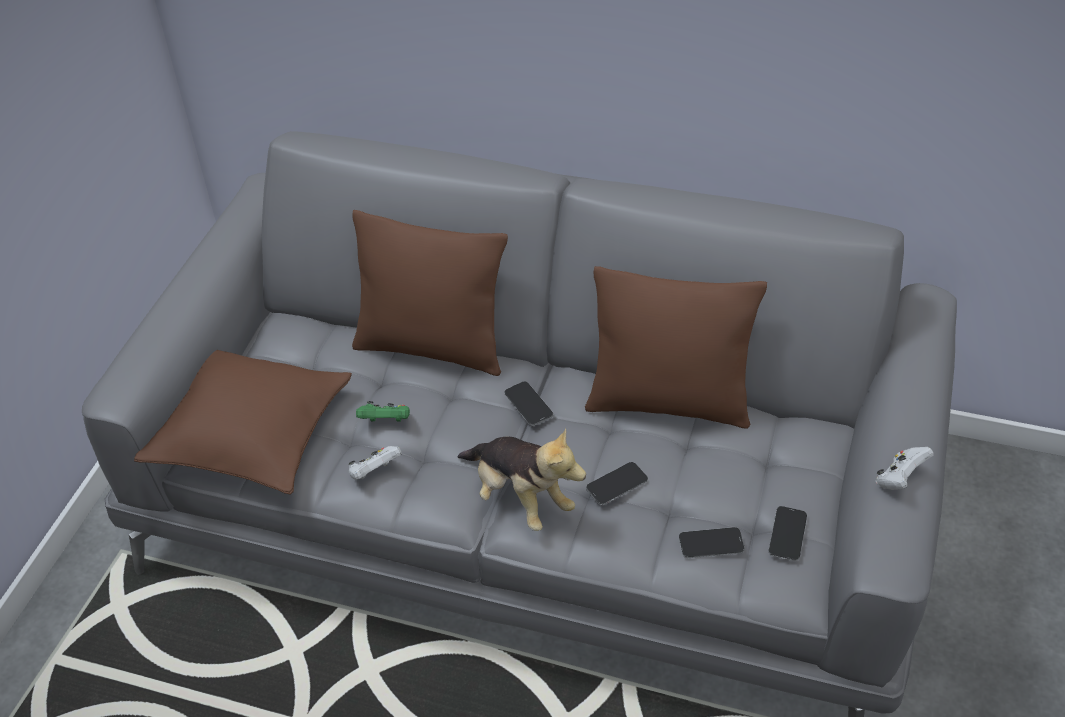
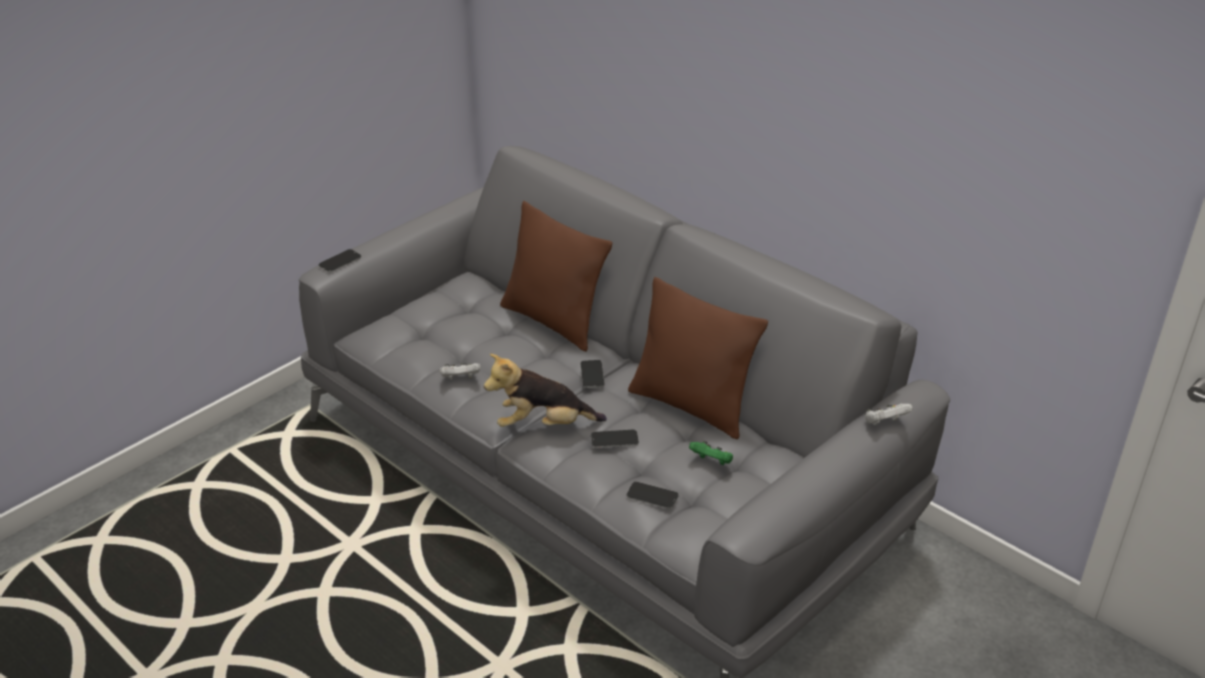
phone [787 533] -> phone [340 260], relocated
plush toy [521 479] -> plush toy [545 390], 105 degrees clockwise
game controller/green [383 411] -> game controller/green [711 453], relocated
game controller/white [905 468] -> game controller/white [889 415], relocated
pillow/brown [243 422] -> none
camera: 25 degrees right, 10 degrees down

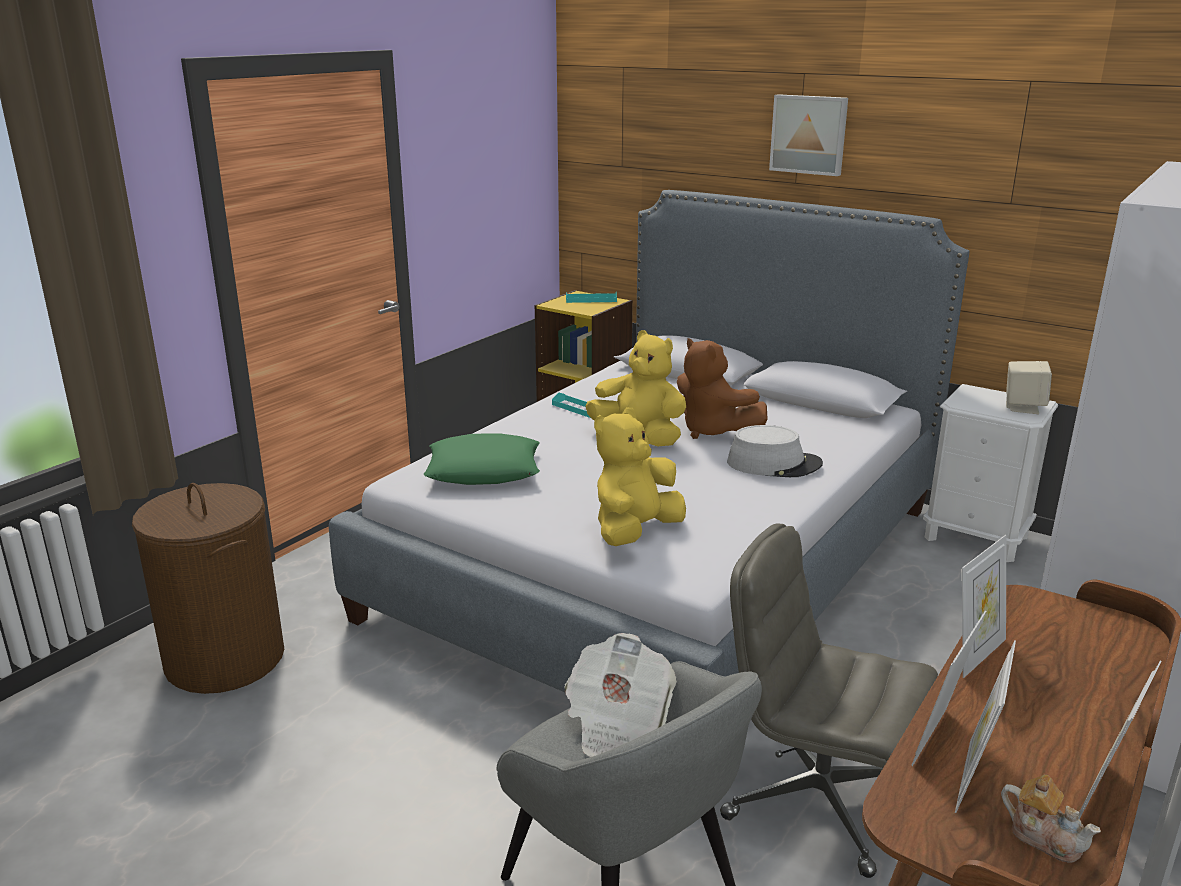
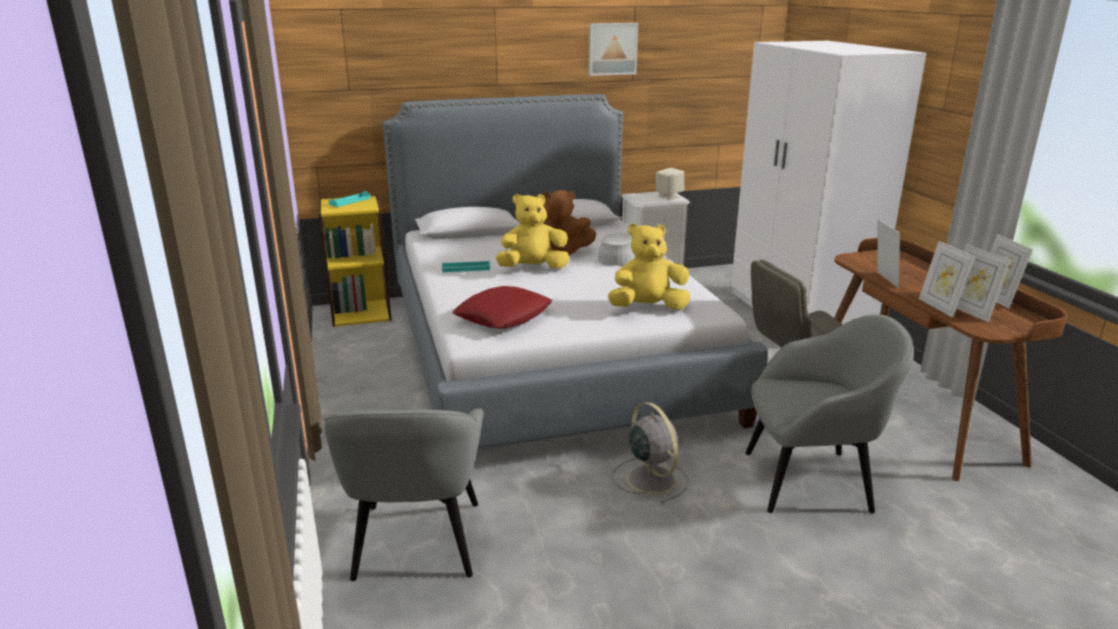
laundry basket/brown [208 588] -> armchair/grey [404 494]
pillow/green [482 459] -> pillow/red [502 307]
picture [808 135] -> picture [613 49], relocated
plush toy/yellow [640 477] -> plush toy/yellow [649 266], 90 degrees clockwise
none -> fan/grey [650 453]
newspaper [620 695] -> none
teapot [1051 819] -> none
camera: 50 degrees left, 0 degrees up

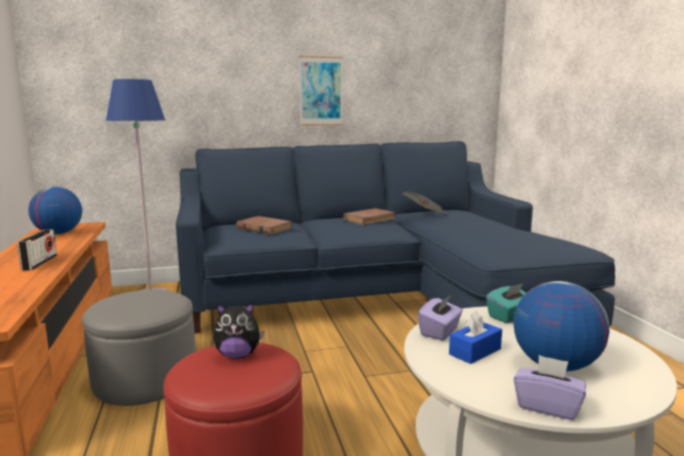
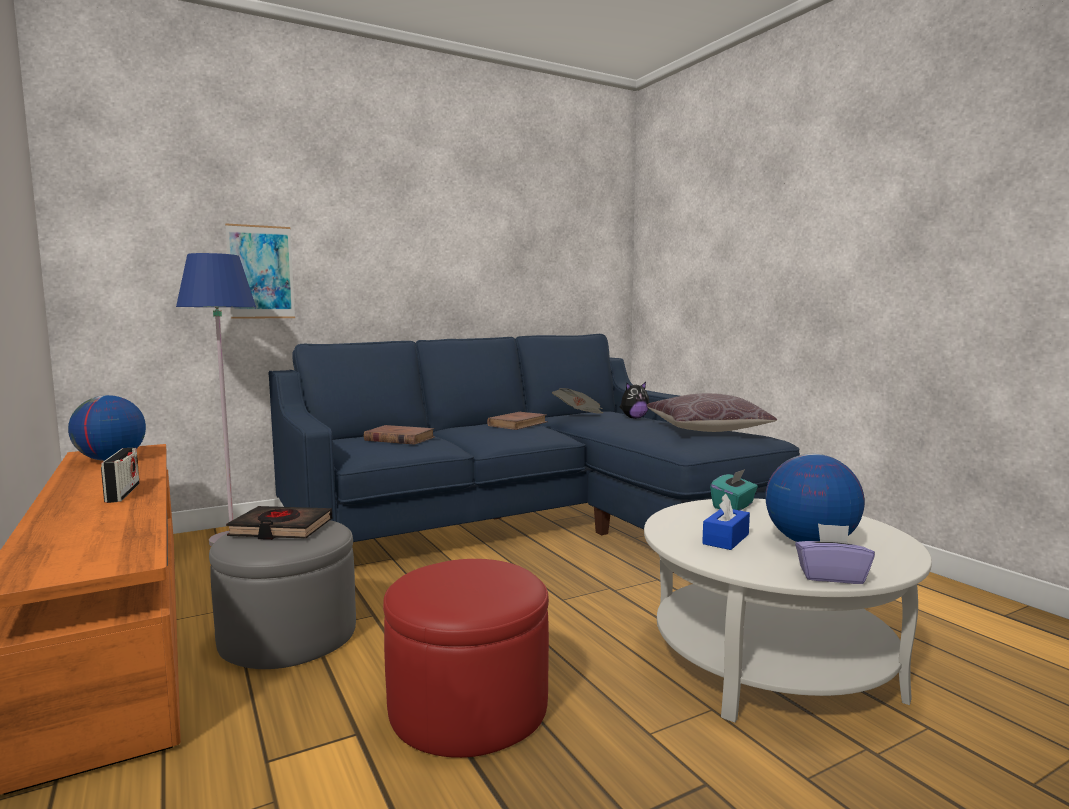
picture [321 90] -> picture [260 271], relocated
none -> book/black [279 523]
plush toy [239 331] -> plush toy [634 400], relocated
none -> pillow/brown [712 412]
tissue box/purple [440 318] -> none
camera: 15 degrees left, 5 degrees down

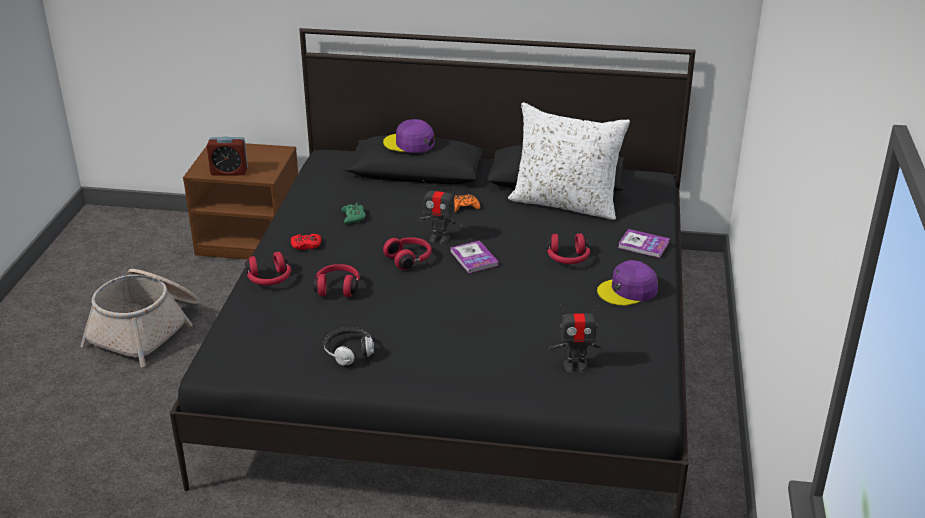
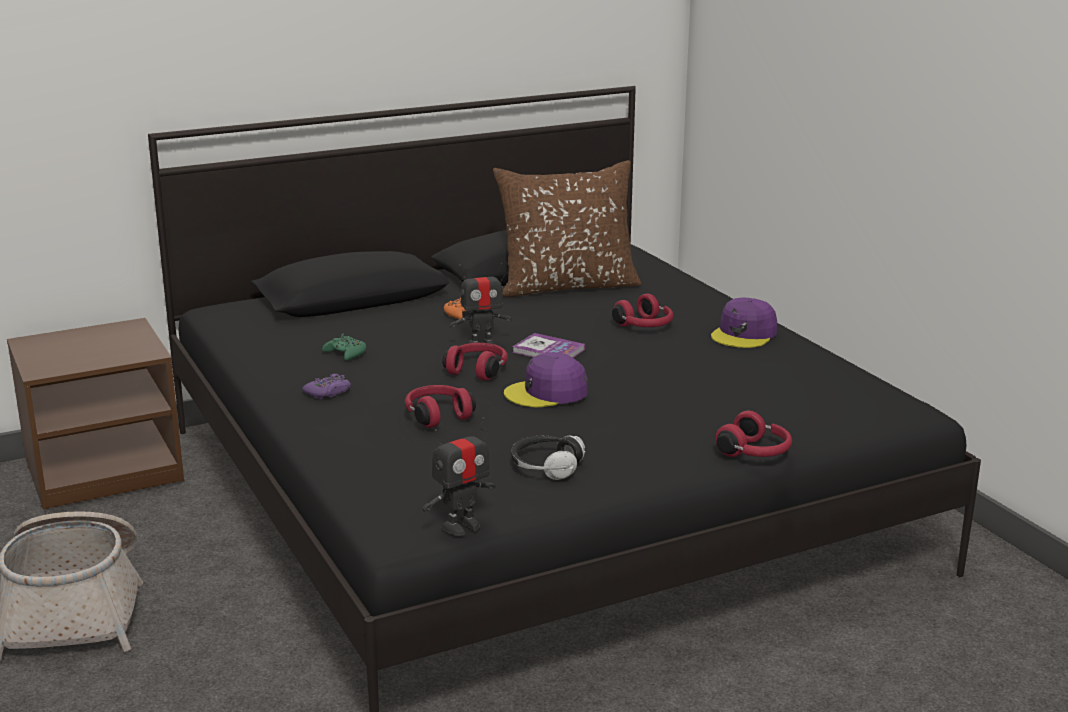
game controller/red [306 242] -> game controller/purple [326 386]
toy robot [577 338] -> toy robot [459 477], relocated
pillow/white [569 161] -> pillow/brown [567 228]
cap/purple [409 136] -> cap/purple [546 379], relocated
headphones/red [268 268] -> headphones/red [753 434], relocated
alarm clock [227 156] -> none
book [644 243] -> none
camera: 35 degrees left, 10 degrees down

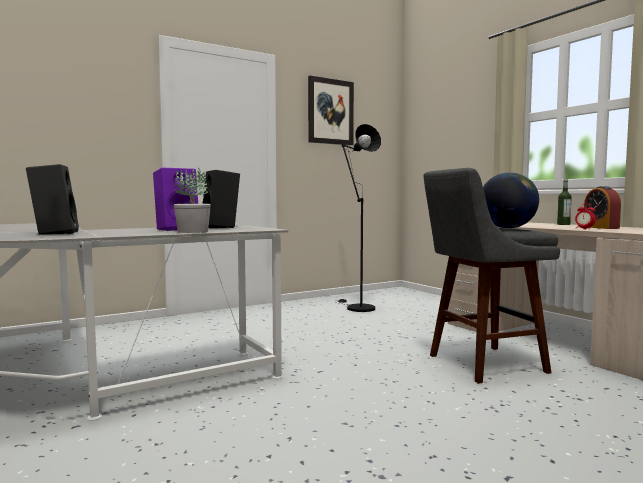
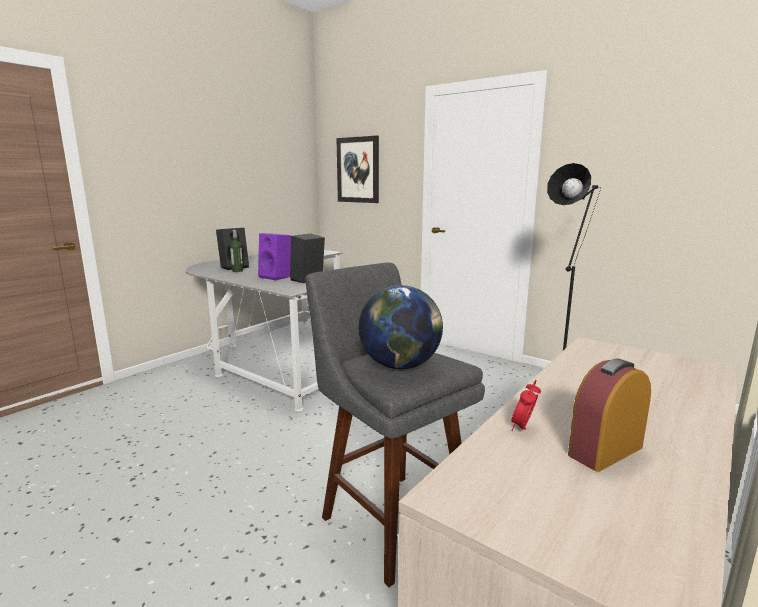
bottle [564 202] -> bottle [236 251], relocated
picture [331 110] -> picture [357 169], relocated
potted plant [192 200] -> none
camera: 70 degrees right, 10 degrees up

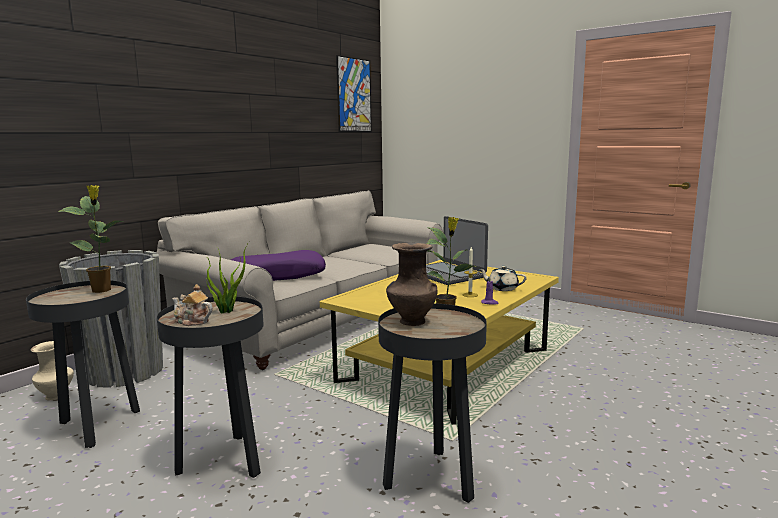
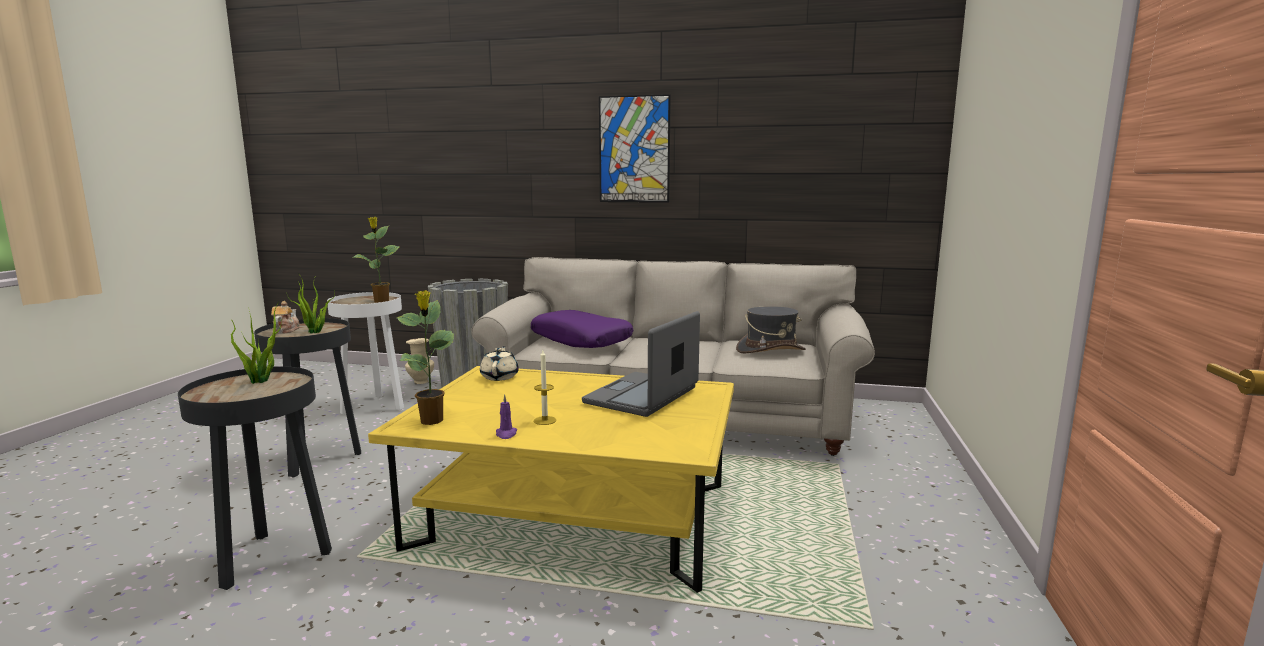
vase/brown [411 284] -> potted plant [256 343]
side table/black [83 364] -> side table/white [365 353]
teapot/beige [503 278] -> teapot/beige [499 363], relocated
picture [354 93] -> picture [635 148], relocated
none -> hat/grey [771 329]
camera: 65 degrees right, 0 degrees up

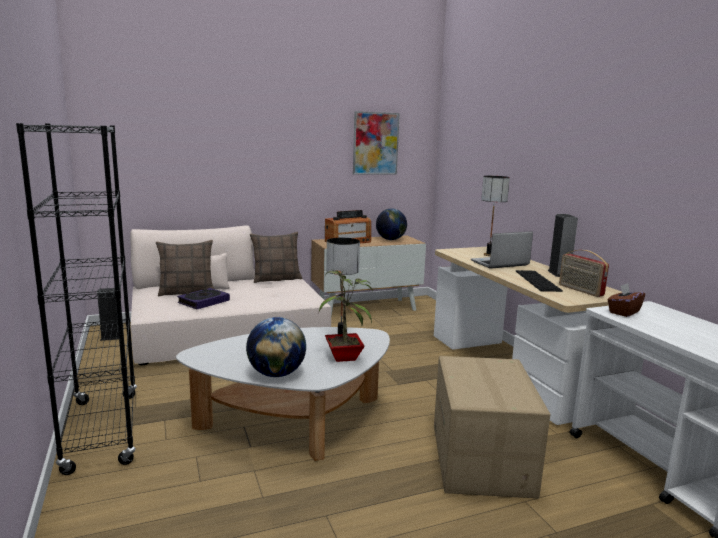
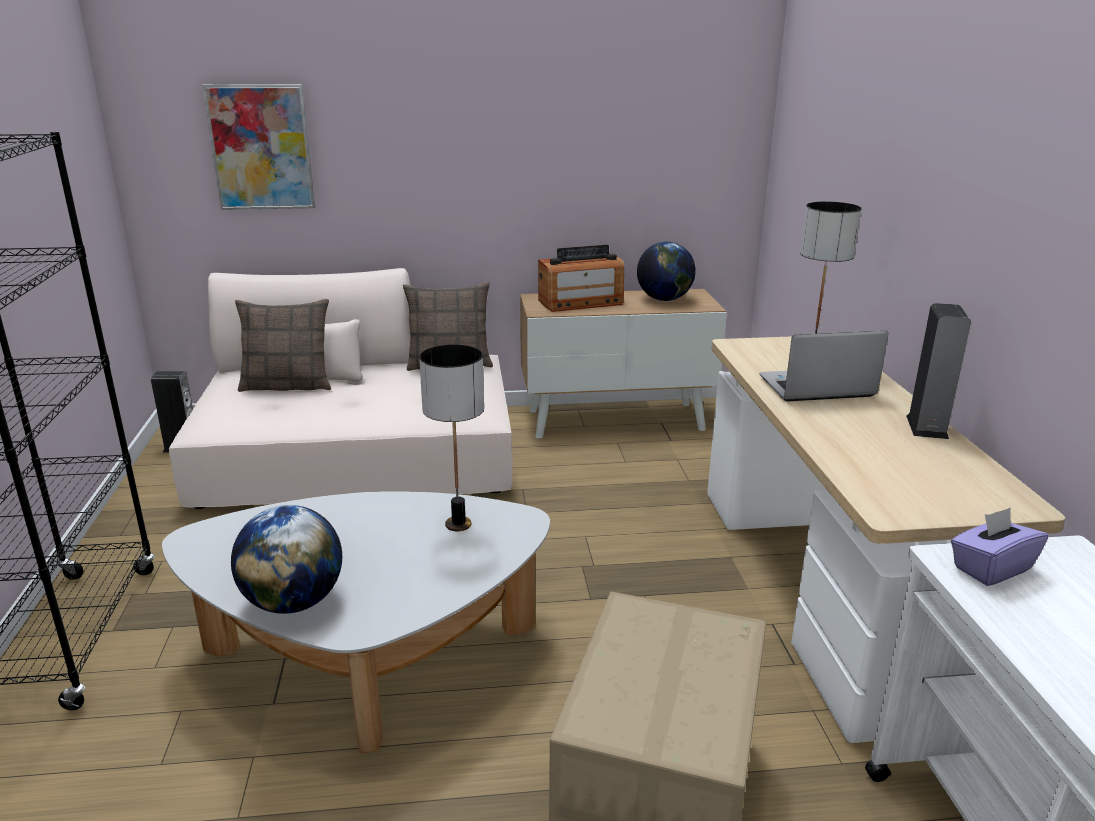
picture [376 143] -> picture [259 147], relocated
tissue box/brown [626 300] -> tissue box/purple [999 547]
book [203 299] -> none
potted plant [346 316] -> none
keyboard [539 281] -> none
radio [584 273] -> none
camera: 15 degrees right, 10 degrees up

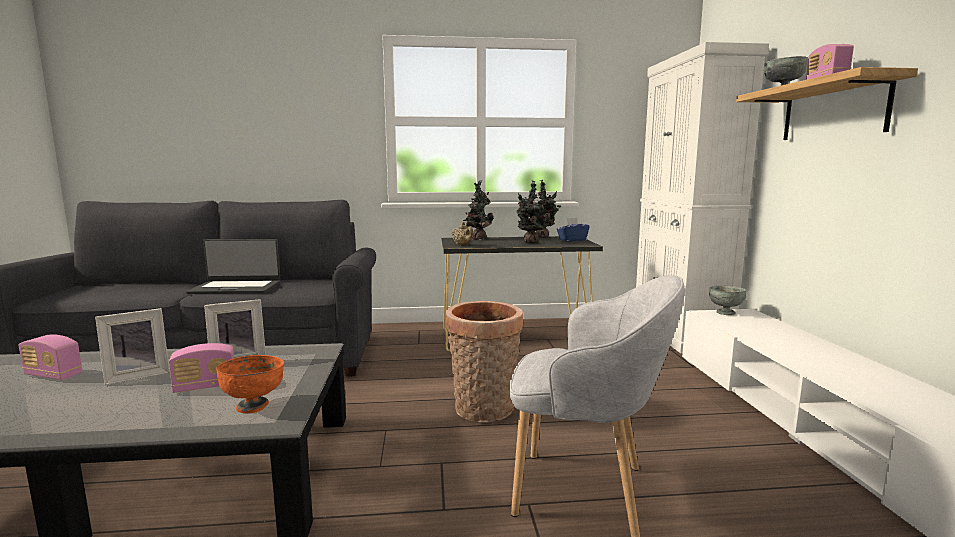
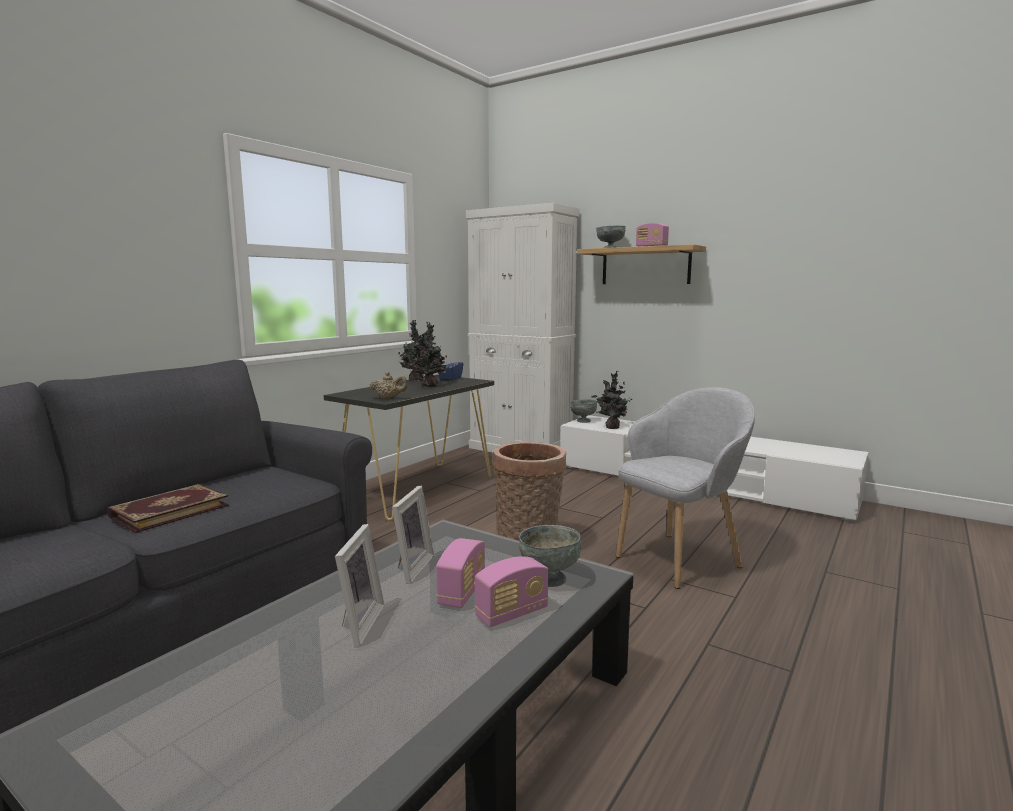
laptop [233 266] -> book [168 508]
radio [50 357] -> radio [511 591], relocated
bowl/orange [250 384] -> bowl/grey [550 556]
potted plant [478 210] -> potted plant [611 400], relocated
camera: 50 degrees left, 0 degrees up

